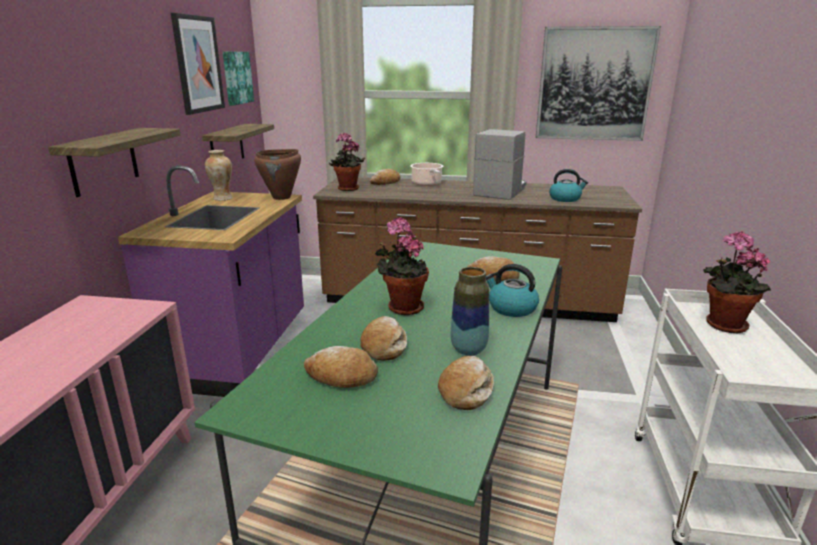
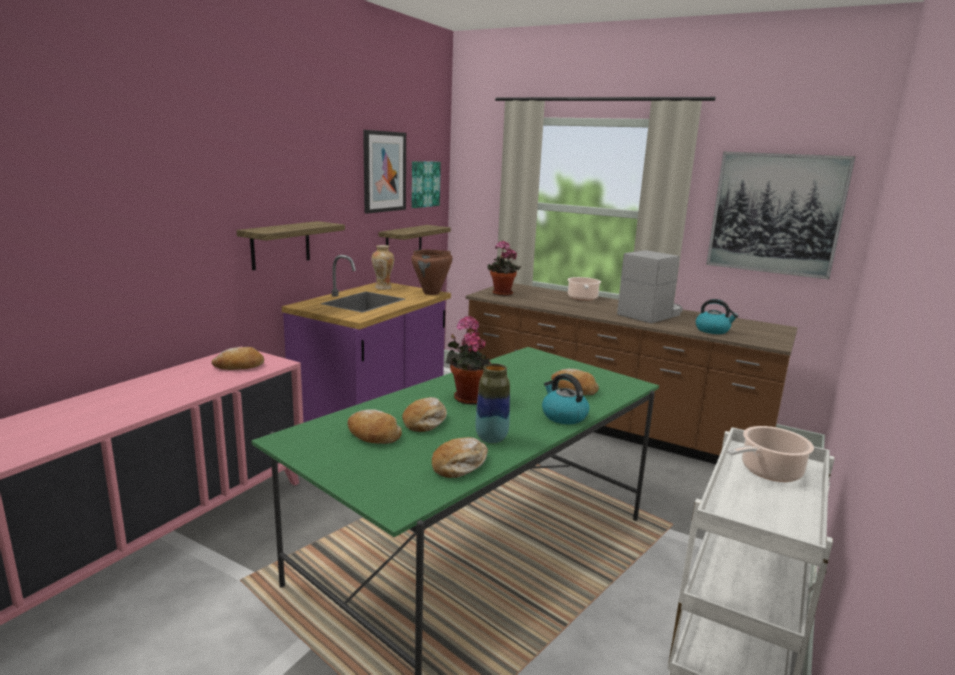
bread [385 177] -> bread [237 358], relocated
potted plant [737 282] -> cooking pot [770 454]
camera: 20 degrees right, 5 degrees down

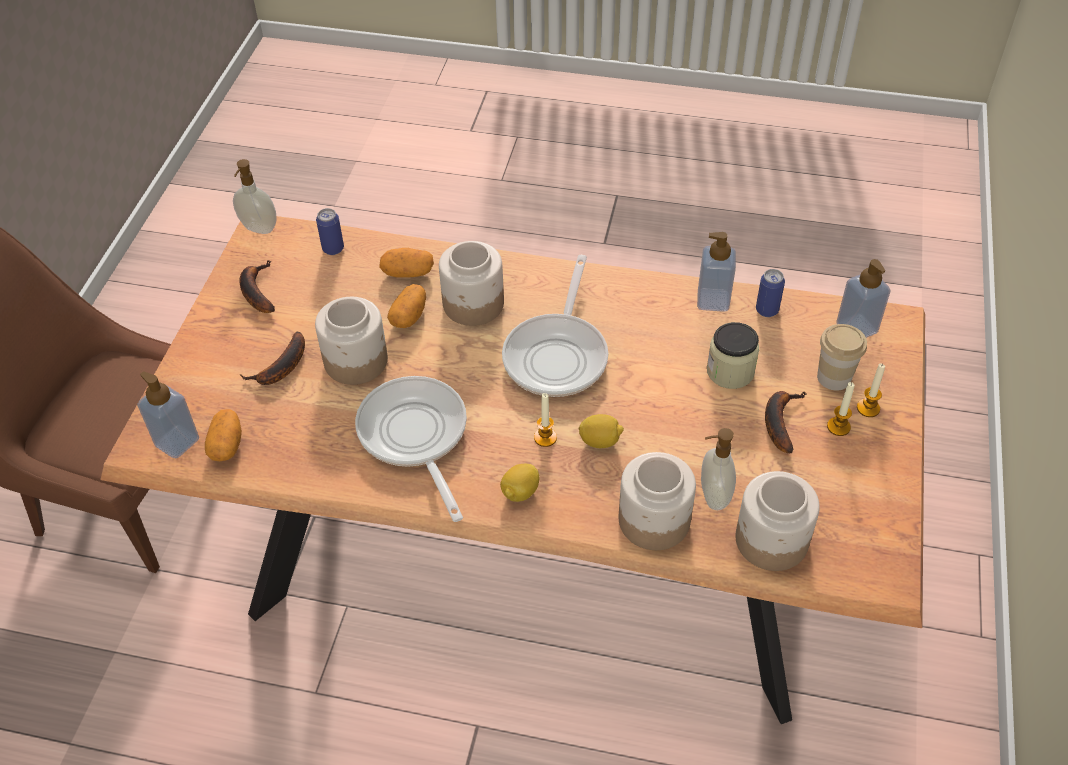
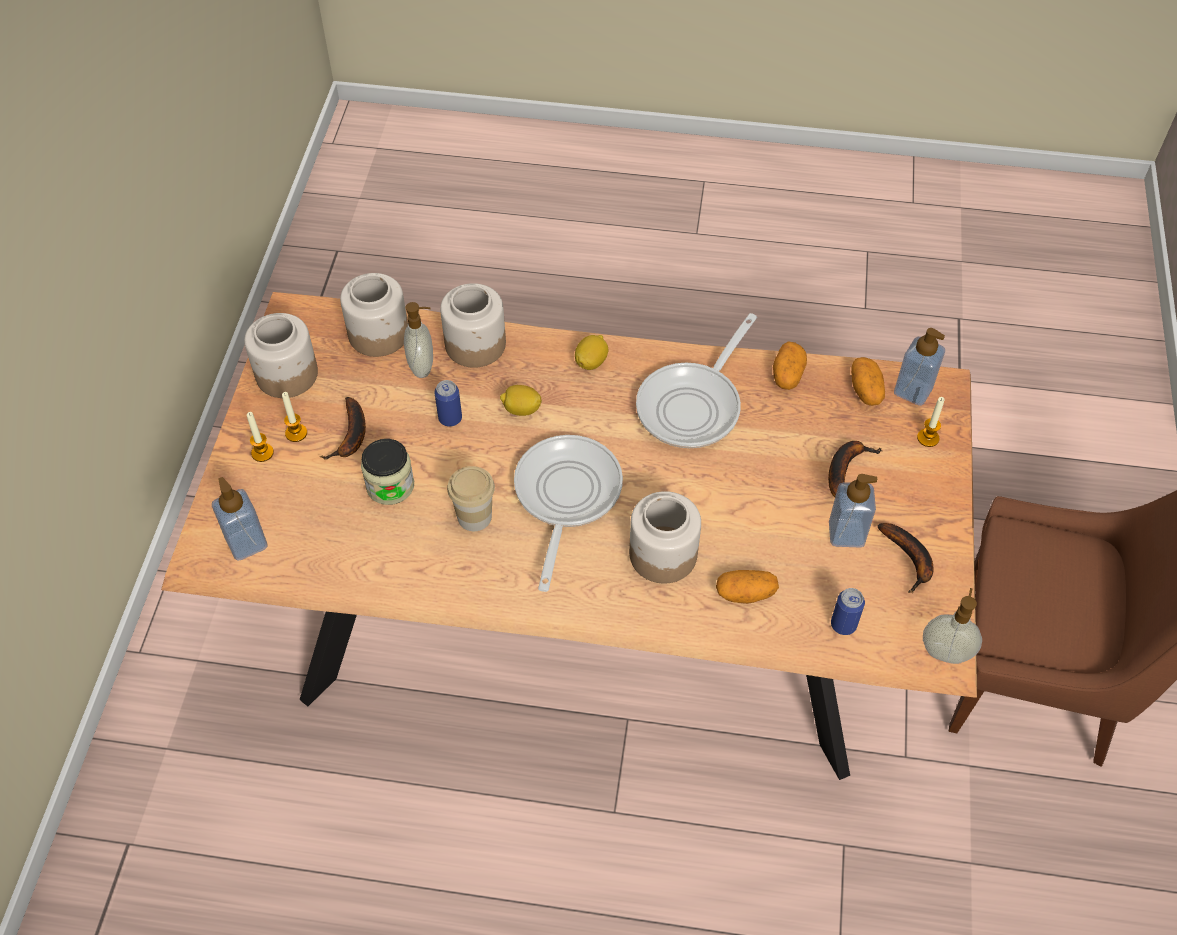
jar [351 341] -> jar [281 355], relocated
can [770 293] -> can [448 403], relocated
cup [842 357] -> cup [471 498], relocated
frying pan [411 449] -> frying pan [696 380], 60 degrees clockwise
potato [406 306] -> potato [790 365], relocated
soap dispenser [716 272] -> soap dispenser [853 511], relocated
candle [545 420] -> candle [931 422], relocated
camera: 175 degrees right, 5 degrees up

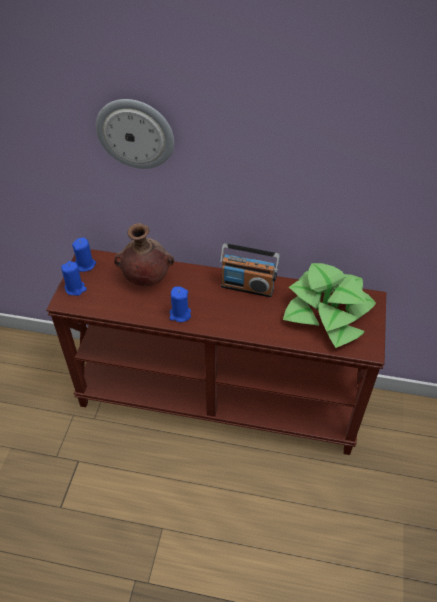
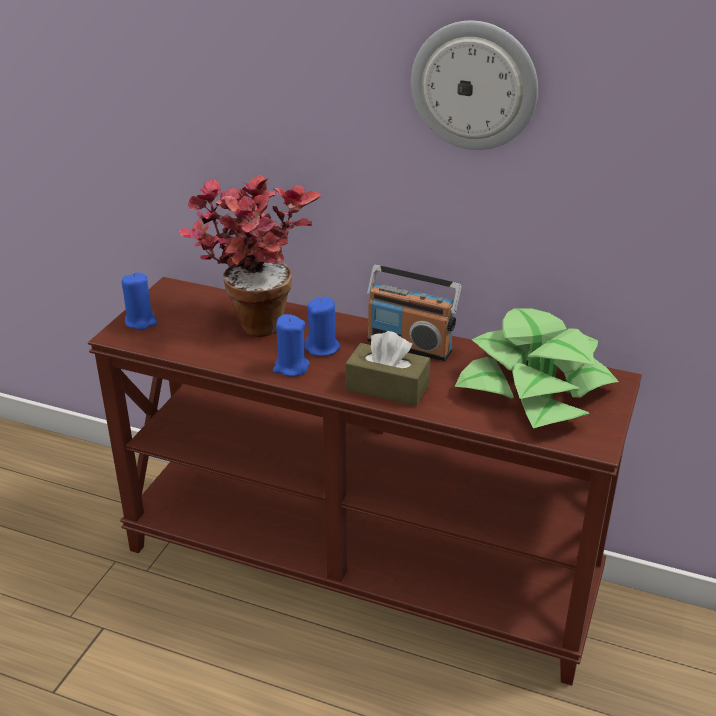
vase/brown [144 254] -> potted plant [250 256]
candle/blue [84 254] -> candle/blue [322 326], relocated
none -> tissue box/brown [387 368]
wall clock [135 134] -> wall clock [474 85], relocated
camera: 10 degrees right, 15 degrees down

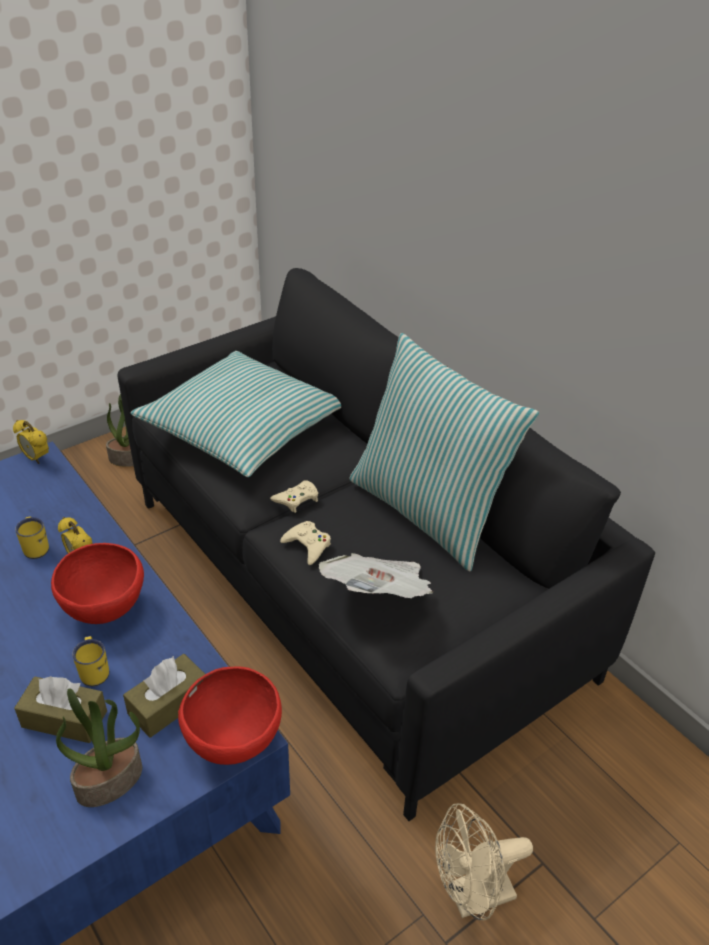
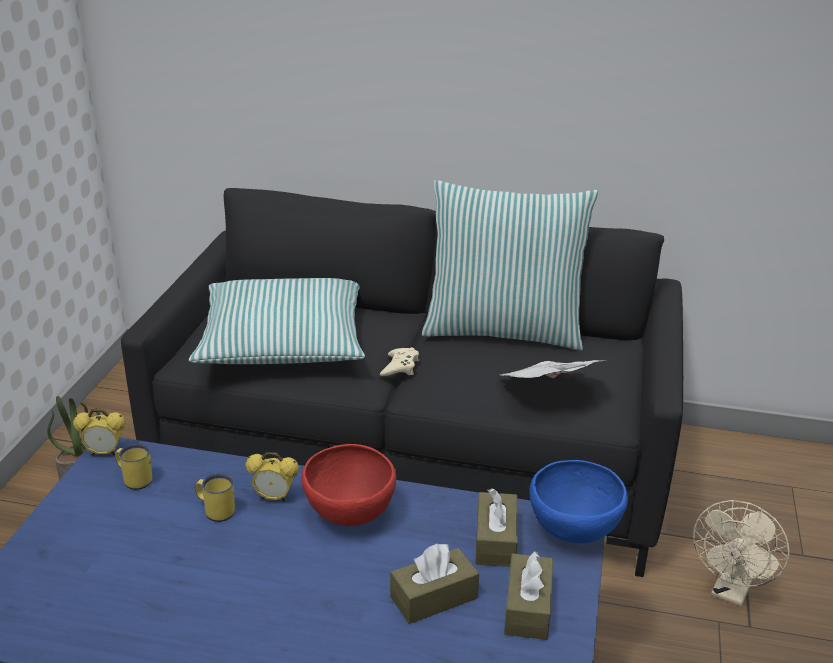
mug/yellow [90 661] -> mug/yellow [133 467], relocated
potted plant [99 747] -> tissue box/brown [528 595]
bowl/red [230 715] -> bowl/blue [579 501]
game controller/beige [305 543] -> none
camera: 40 degrees left, 10 degrees down

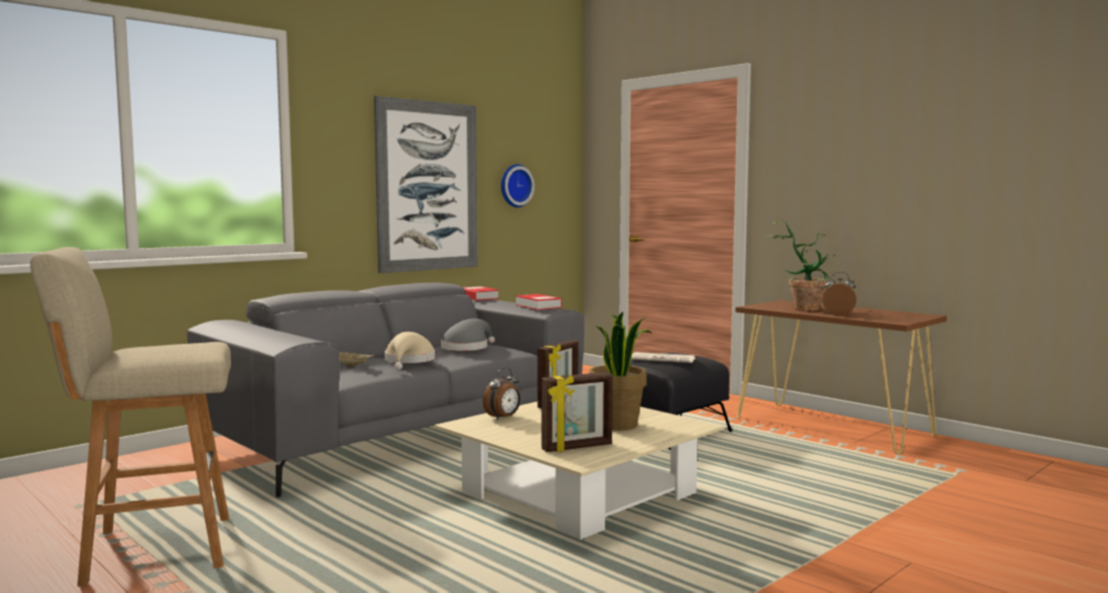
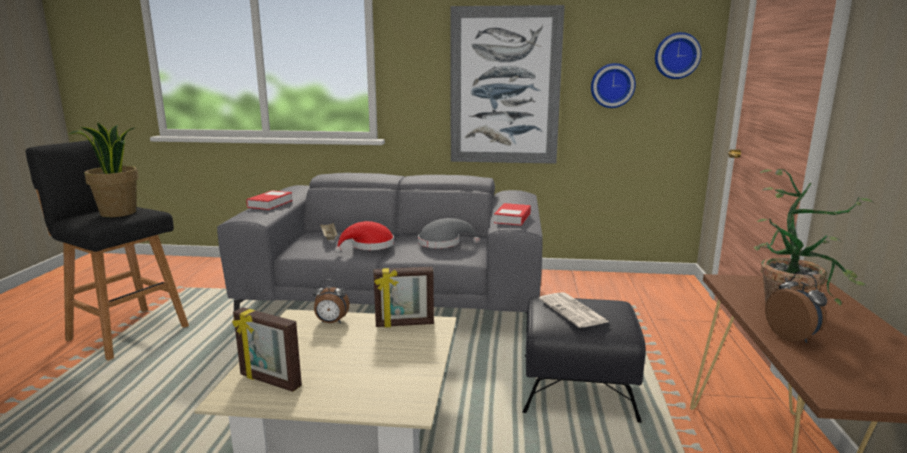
stool/beige [130 417] -> stool/black [107 250]
potted plant [620 371] -> potted plant [104 169], relocated
book [480 293] -> book [269 200], relocated
hat/beige [410 351] -> hat/red [364 237]
none -> wall clock [678 55]
camera: 50 degrees right, 10 degrees up

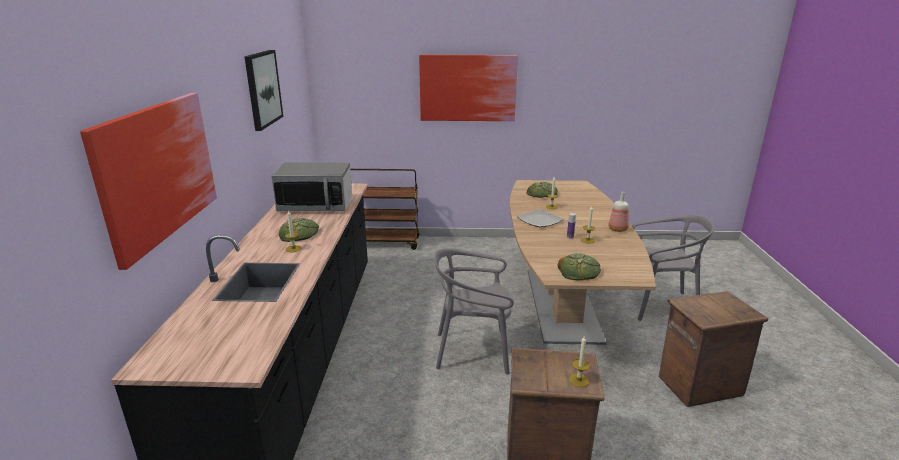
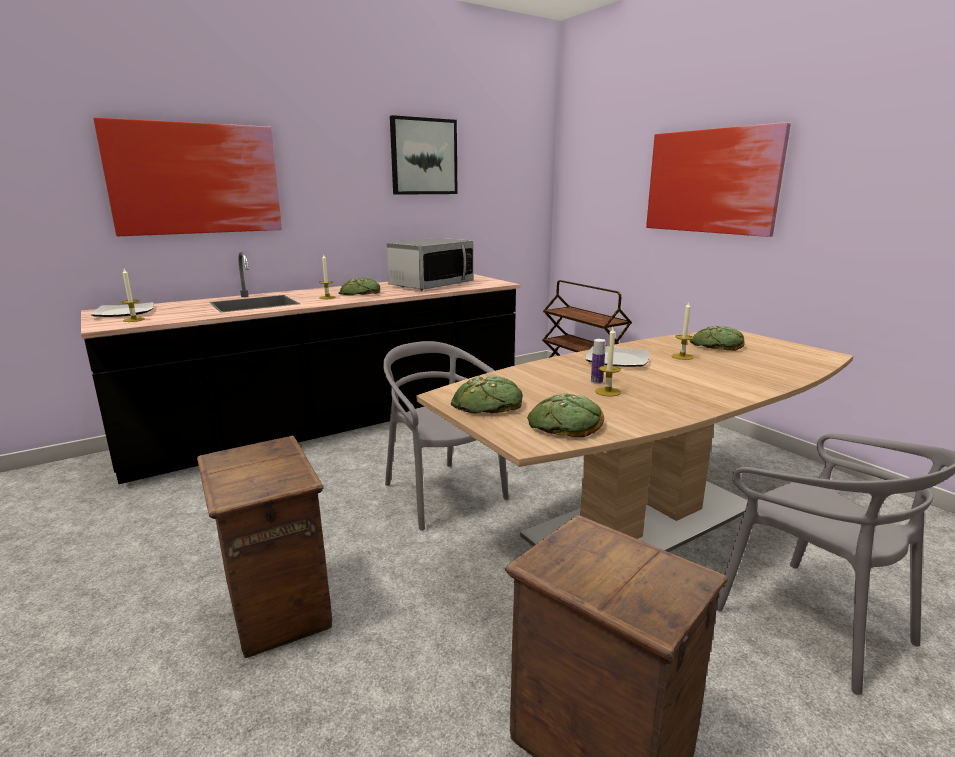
none -> plate [122 309]
candle [579 361] -> candle [133 295], relocated
microwave [311 186] -> microwave [429 264], 105 degrees counterclockwise
none -> bread [565 415]
bottle [618 212] -> none
camera: 55 degrees right, 5 degrees down

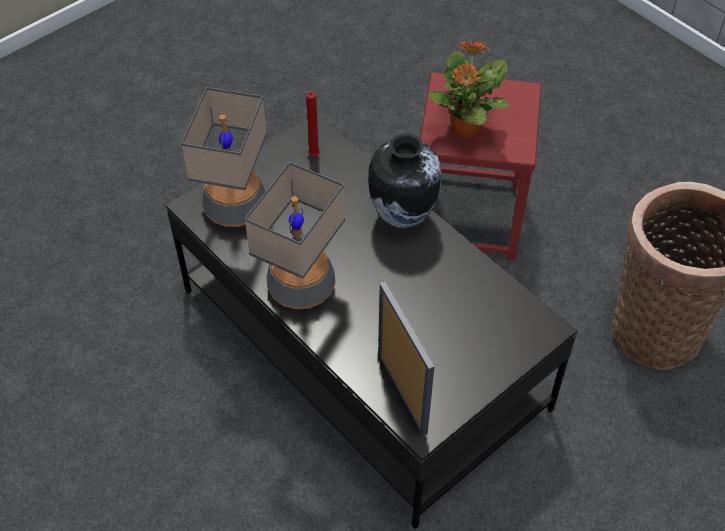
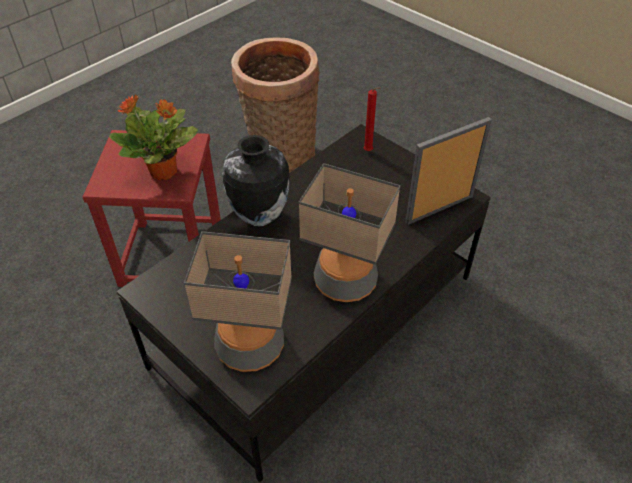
candle/red [312 124] -> candle/red [371 119], relocated
camera: 95 degrees left, 5 degrees down

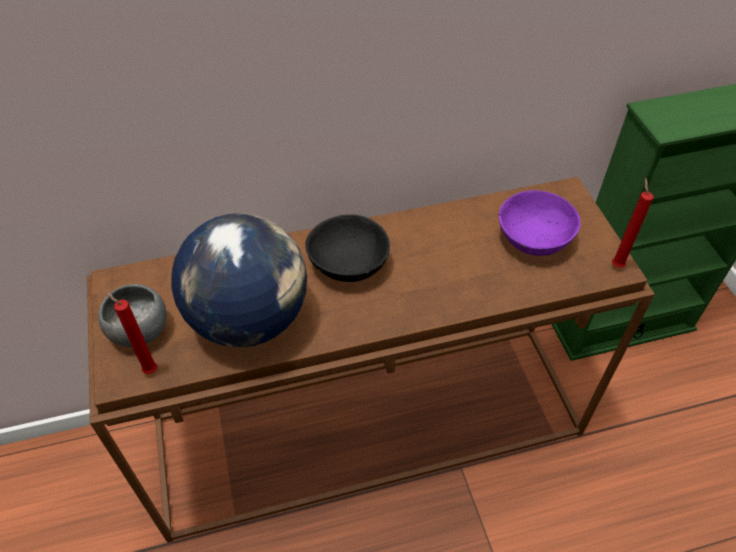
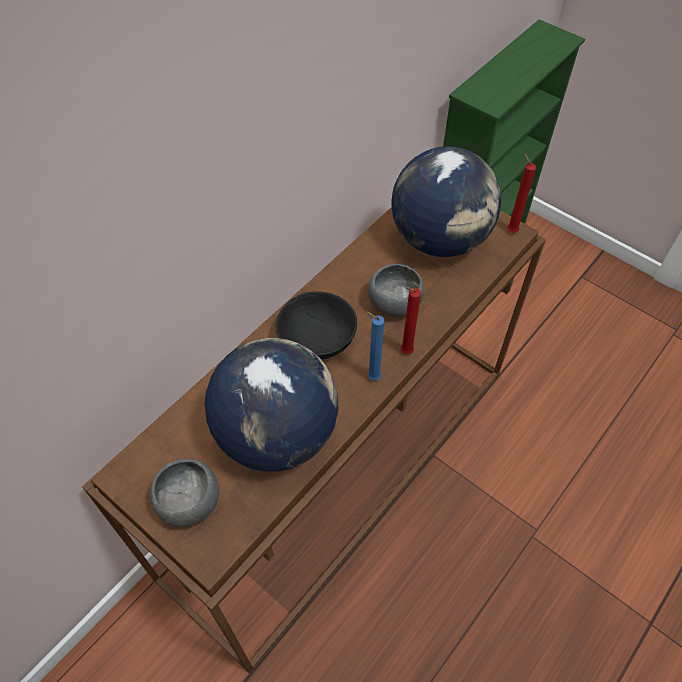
none -> candle/blue [375 346]
none -> bowl/grey [396 290]
bowl/purple [540 223] -> globe [446 201]
candle/red [131 332] -> candle/red [411 320], relocated
camera: 35 degrees left, 5 degrees up

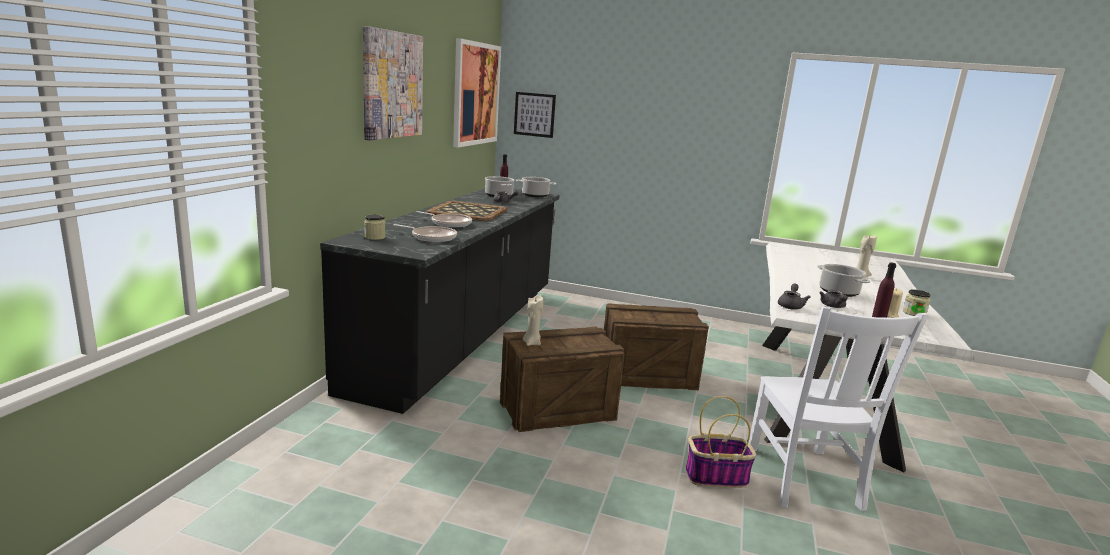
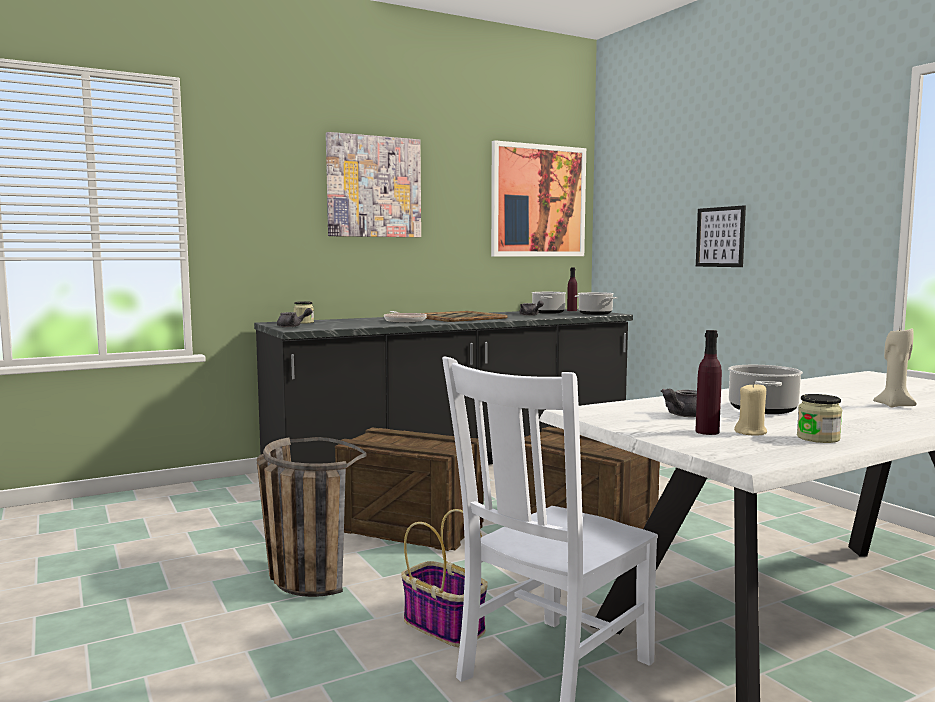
none -> basket [311 517]
teapot/grey [794 296] -> teapot/grey [294 317], relocated
picture [535 115] -> picture [721 236], relocated
frying pan [425 233] -> none
candle/beige [533 320] -> none
camera: 45 degrees right, 10 degrees down

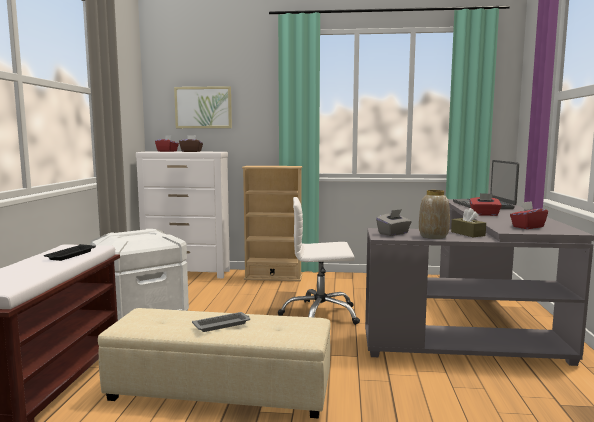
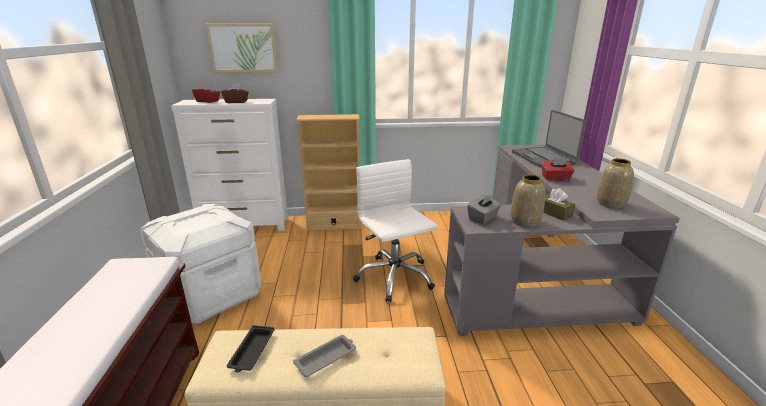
tray/black [70 252] -> tray/black [251 349], relocated
office chair/white [319 261] -> office chair/white [395 230], 75 degrees clockwise
tissue box/red [529 215] -> vase [615 183]
camera: 10 degrees left, 15 degrees up

